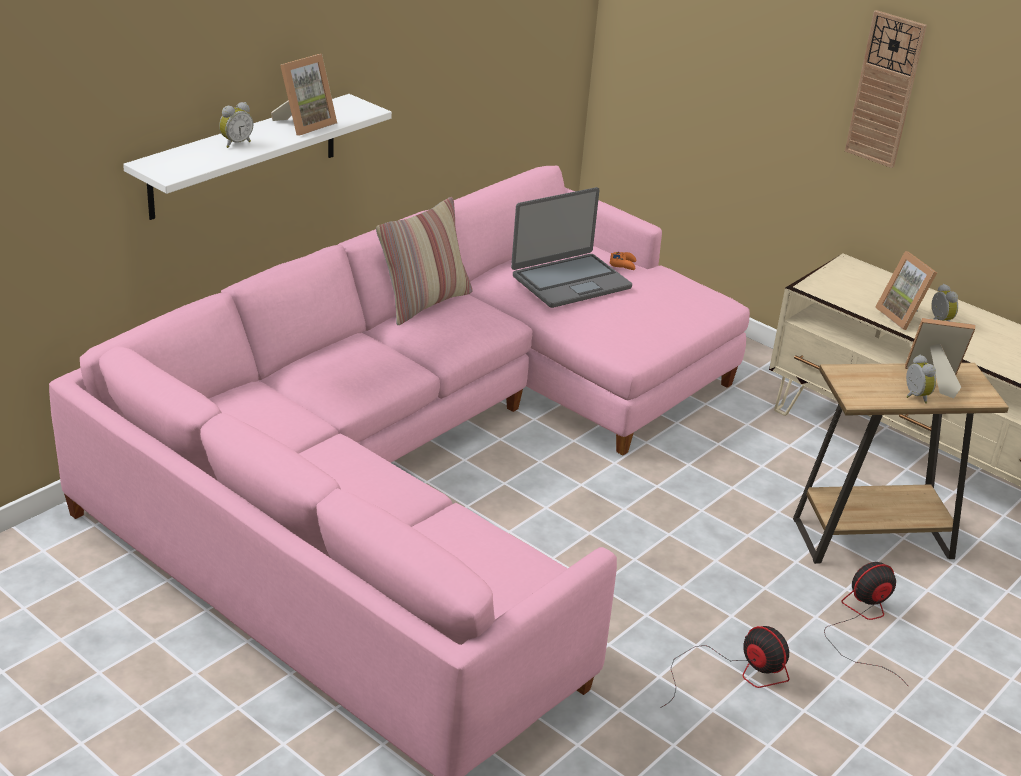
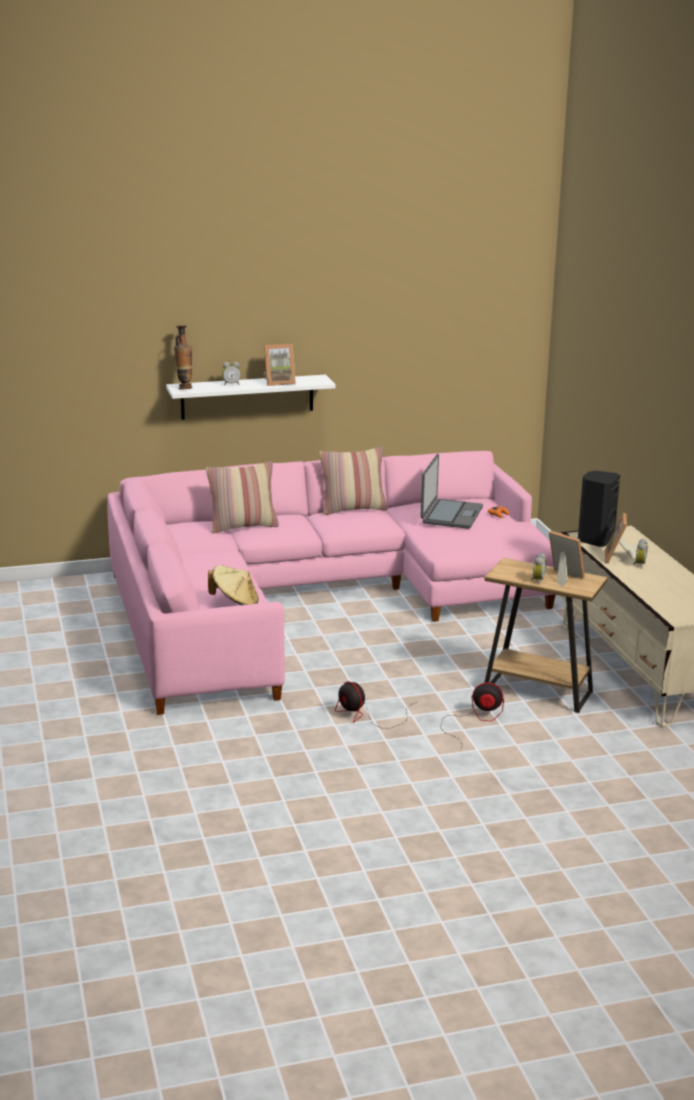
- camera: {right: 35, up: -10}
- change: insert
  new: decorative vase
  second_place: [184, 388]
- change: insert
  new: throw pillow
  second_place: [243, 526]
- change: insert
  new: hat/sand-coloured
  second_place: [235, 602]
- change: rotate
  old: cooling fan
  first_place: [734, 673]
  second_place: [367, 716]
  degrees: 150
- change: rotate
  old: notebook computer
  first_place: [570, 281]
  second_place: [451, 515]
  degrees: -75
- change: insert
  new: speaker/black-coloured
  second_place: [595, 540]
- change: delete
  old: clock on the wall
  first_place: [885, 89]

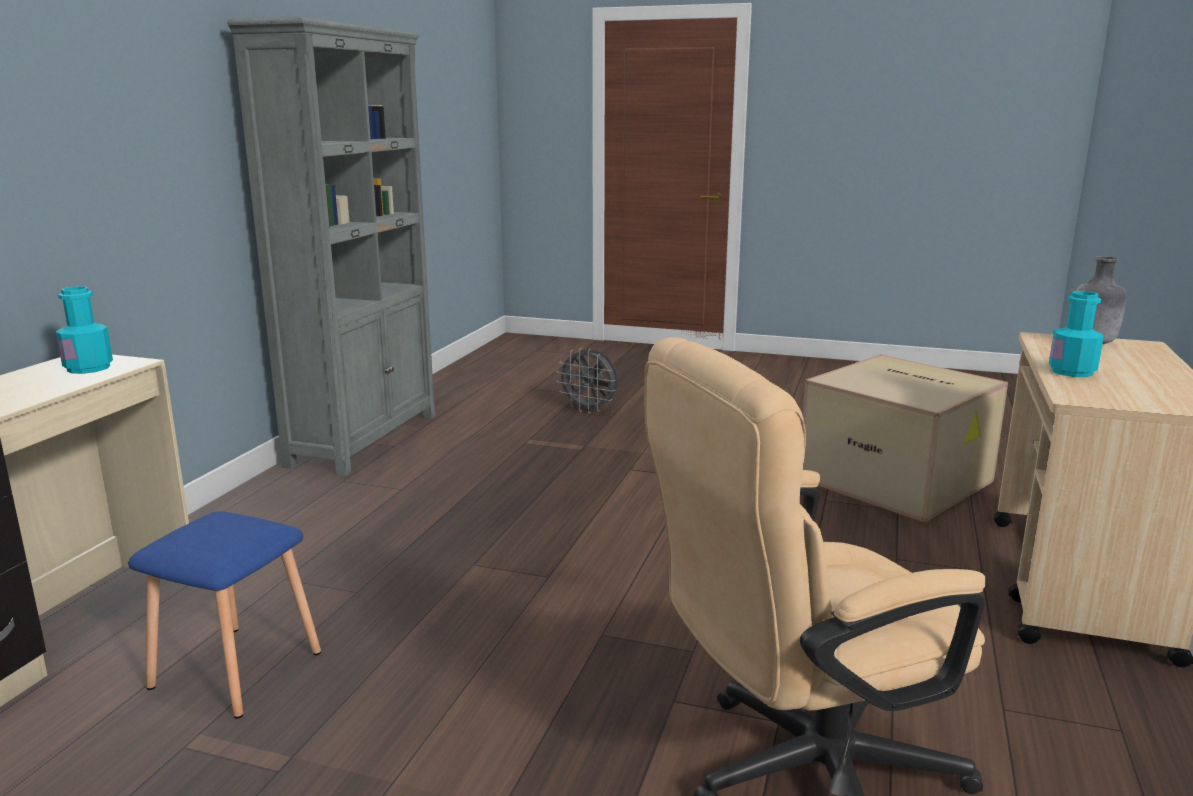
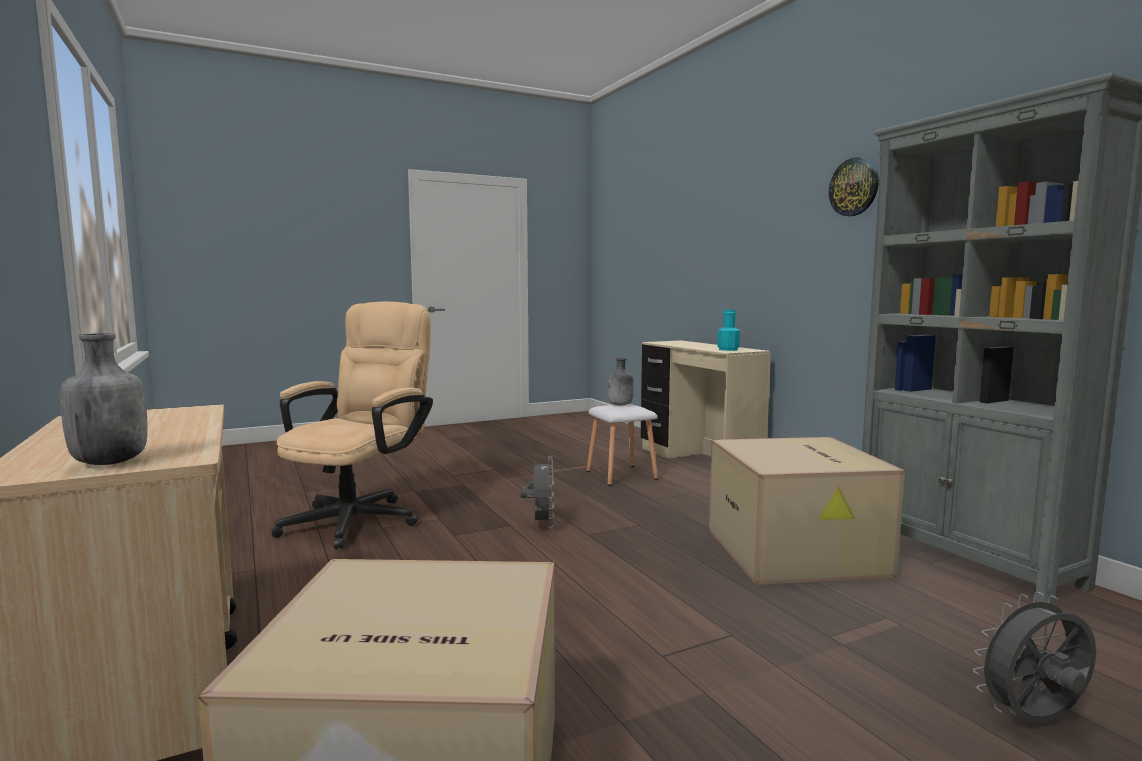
- camera: {right: 135, up: -10}
- change: insert
  new: cooling fan/grey
  second_place: [541, 525]
- change: recolor
  old: stool seat/blue-coloured
  new: stool seat/white-coloured
  first_place: [235, 671]
  second_place: [620, 475]
- change: insert
  new: bottle/grey
  second_place: [620, 405]
- change: insert
  new: cardboard box
  second_place: [797, 552]
- change: insert
  new: clock on the wall
  second_place: [854, 187]
- change: delete
  old: bottle/turquoise
  first_place: [1072, 372]

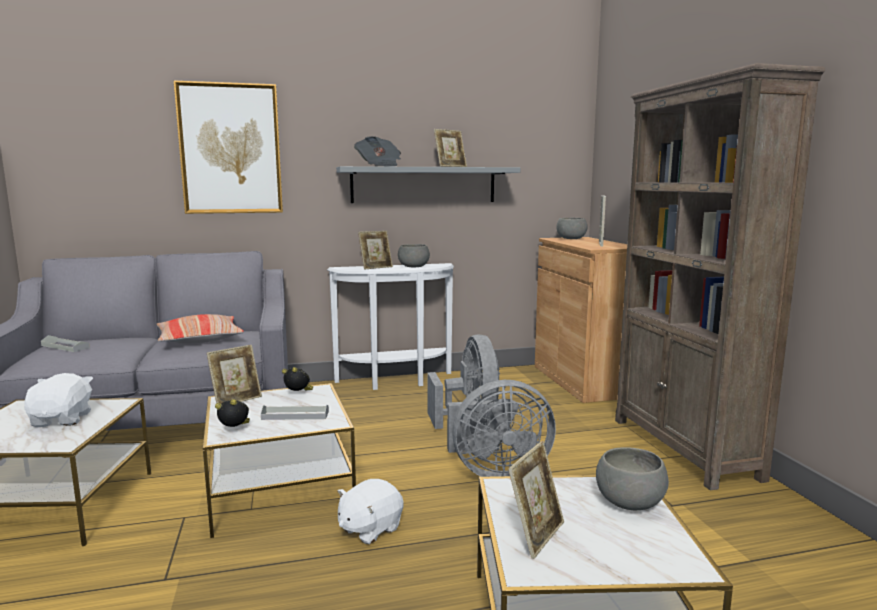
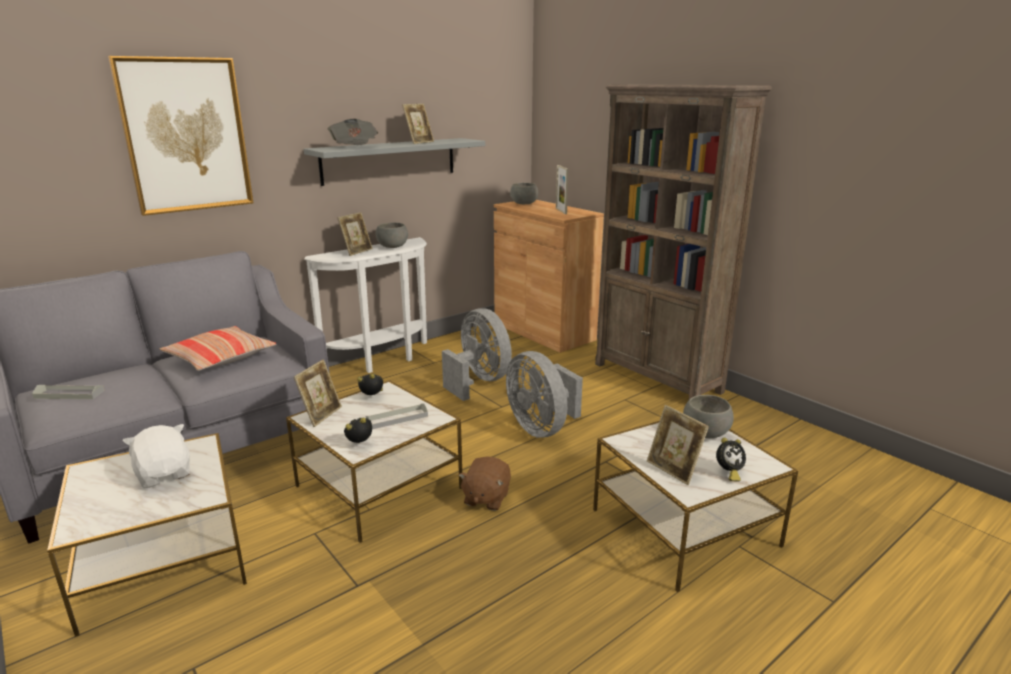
- camera: {right: -25, up: 10}
- change: recolor
  old: plush toy/white-coloured
  new: plush toy/brown-coloured
  first_place: [369, 529]
  second_place: [486, 498]
- change: rotate
  old: cooling fan/grey
  first_place: [496, 472]
  second_place: [541, 428]
  degrees: 90
- change: rotate
  old: picture frame
  first_place: [536, 535]
  second_place: [673, 470]
  degrees: 135
- change: insert
  new: alarm clock
  second_place: [728, 473]

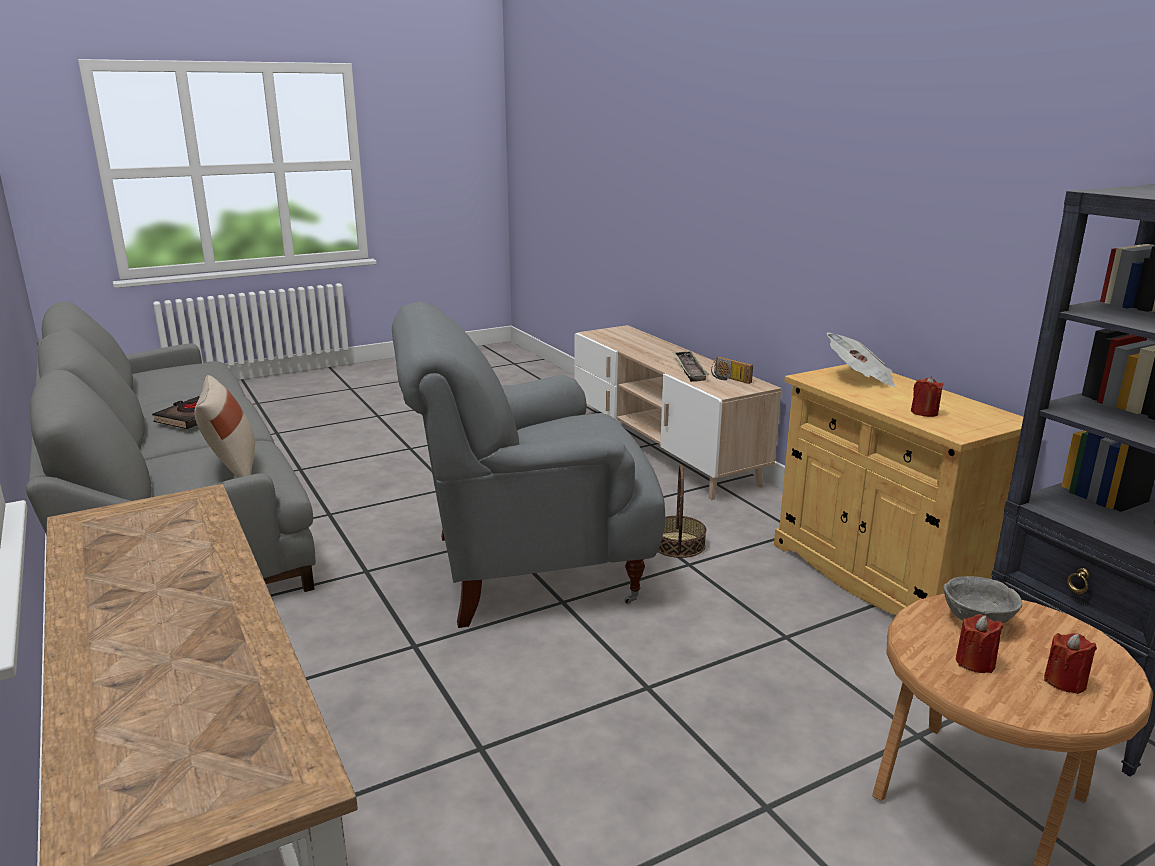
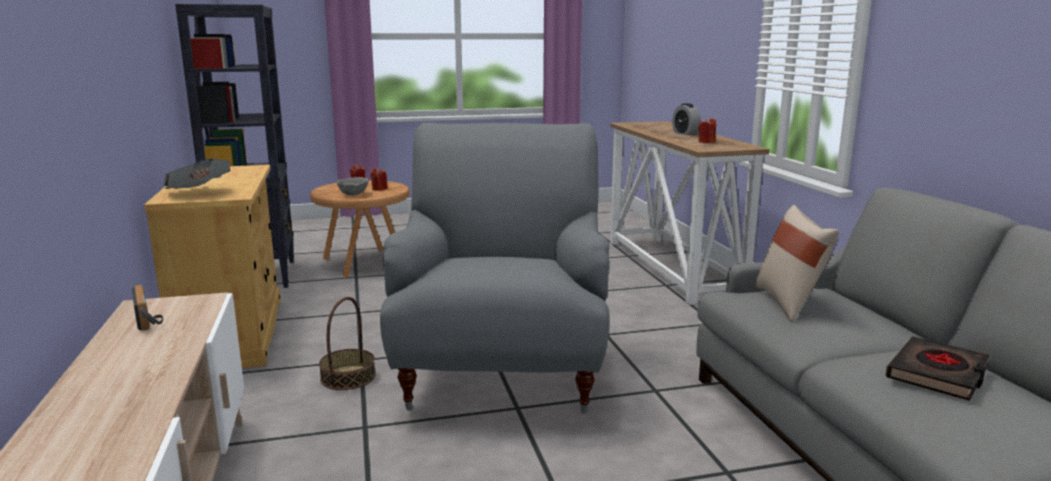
- camera: {right: -165, up: -5}
- change: rotate
  old: lounge chair/grey
  first_place: [528, 568]
  second_place: [502, 373]
  degrees: -90
- change: insert
  new: alarm clock
  second_place: [685, 133]
- change: move
  old: wax candle/red
  first_place: [924, 412]
  second_place: [706, 142]
- change: delete
  old: serving tray
  first_place: [689, 370]

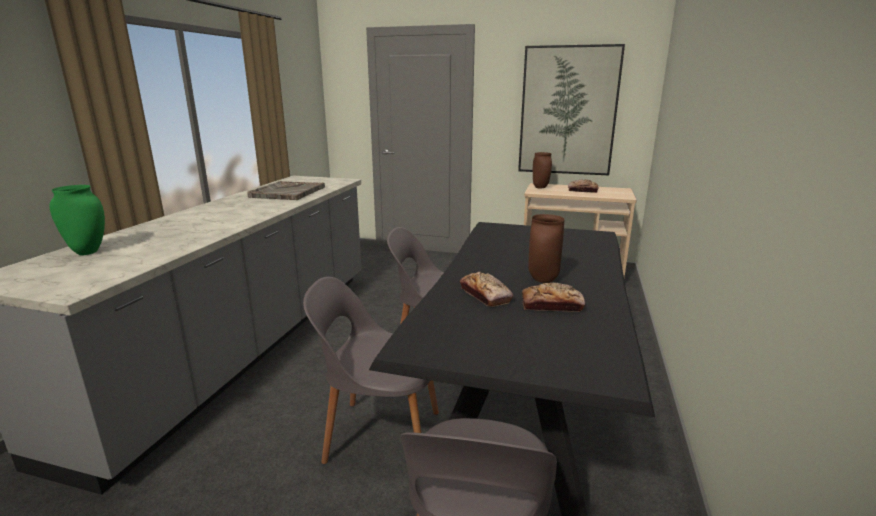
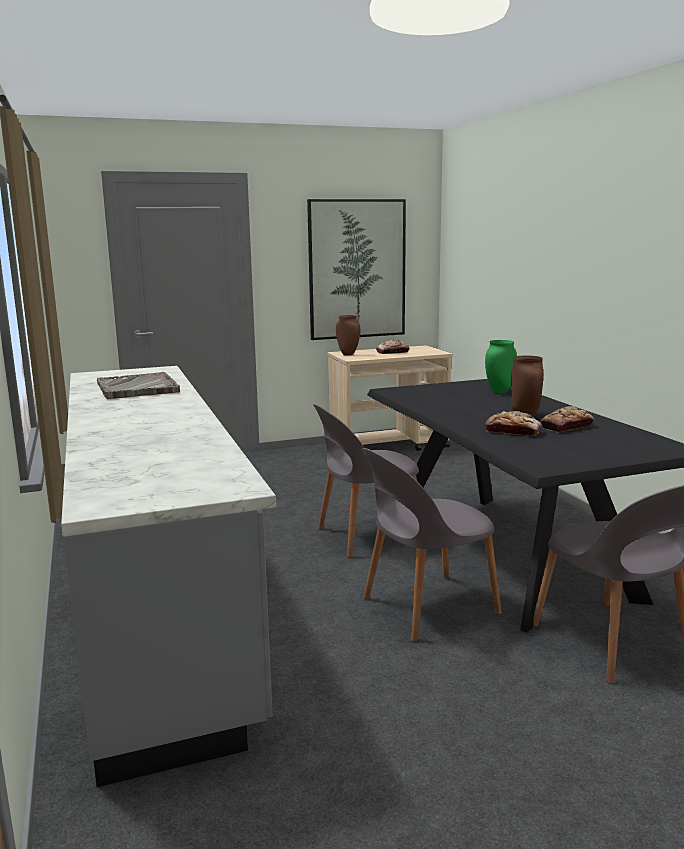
- camera: {right: -35, up: -5}
- change: move
  old: decorative vase/green
  first_place: [87, 252]
  second_place: [500, 392]

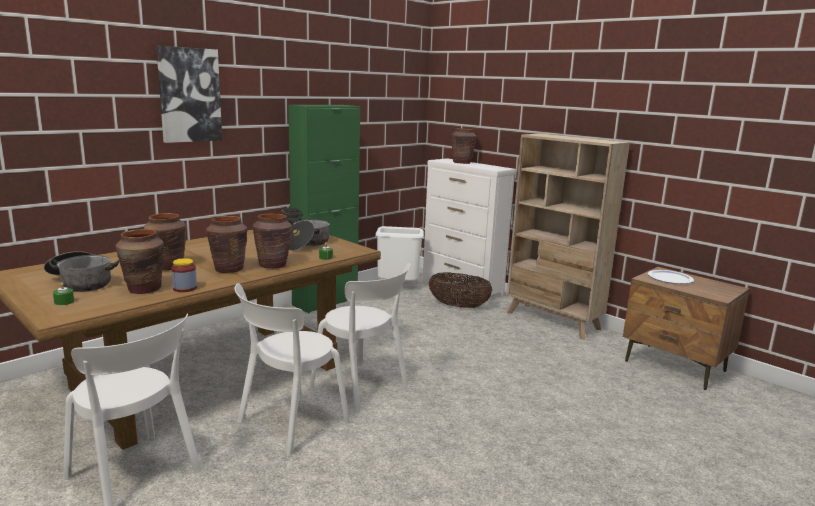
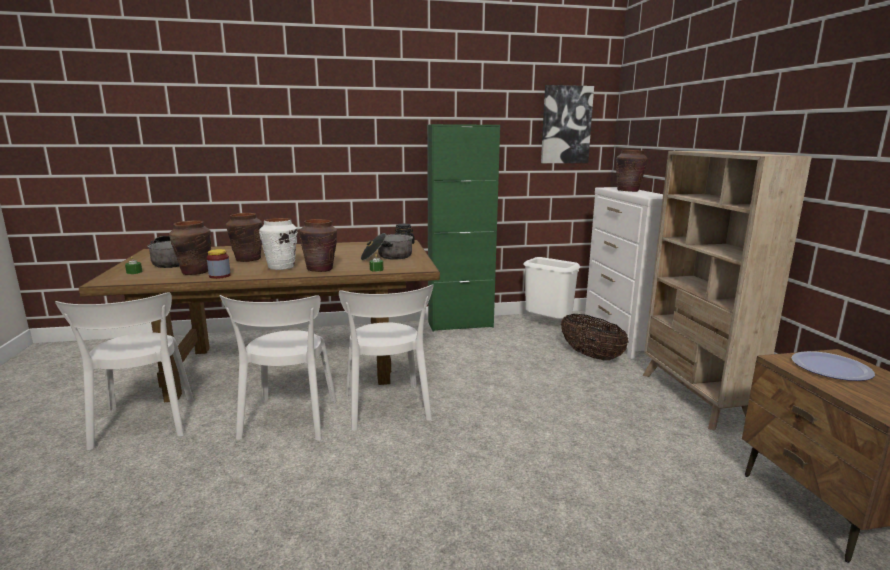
- camera: {right: 35, up: 0}
- change: rotate
  old: chair/white-coloured
  first_place: [289, 424]
  second_place: [288, 421]
  degrees: -75
- change: recolor
  old: decorative vase/brown-coloured
  new: decorative vase/white-coloured
  first_place: [229, 269]
  second_place: [281, 267]
- change: move
  old: picture
  first_place: [189, 95]
  second_place: [566, 125]

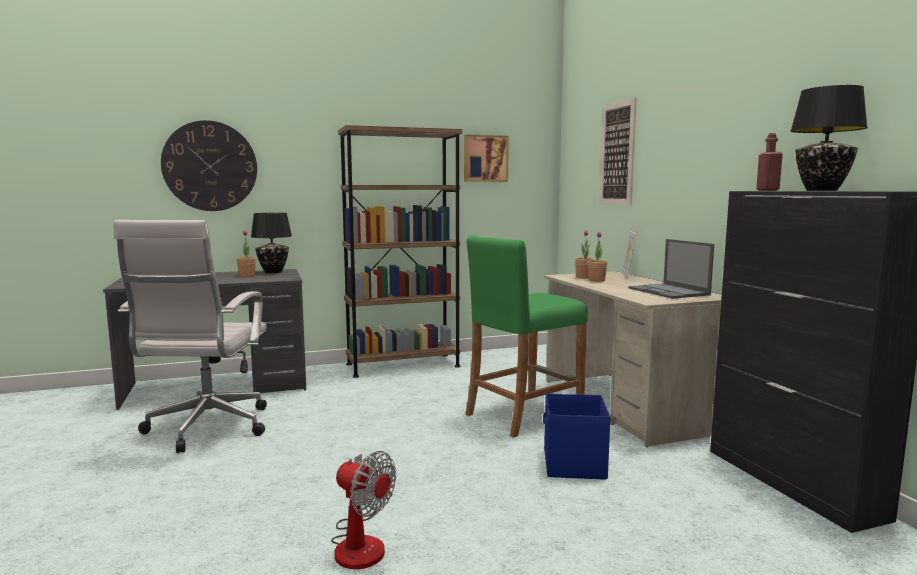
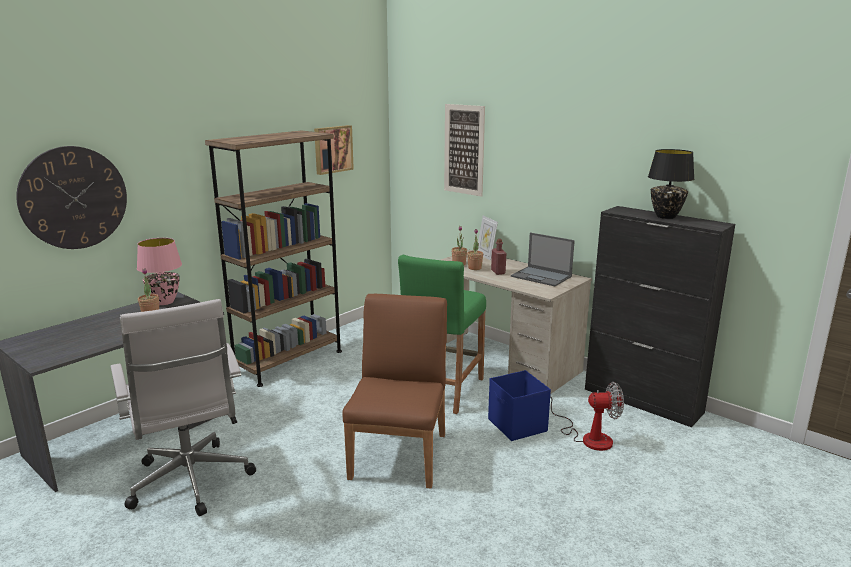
- camera: {right: -30, up: 10}
- change: recolor
  old: tabletop lamp/black-coloured
  new: tabletop lamp/pinkish
  first_place: [273, 272]
  second_place: [164, 302]
- change: insert
  new: chair/brown-coloured
  second_place: [399, 455]
- change: move
  old: bottle/red
  first_place: [767, 190]
  second_place: [498, 272]
- change: move
  old: cooling fan
  first_place: [360, 542]
  second_place: [588, 437]

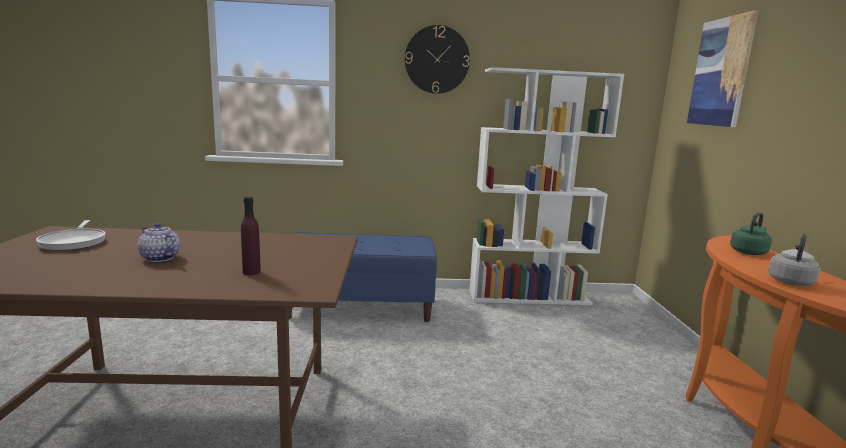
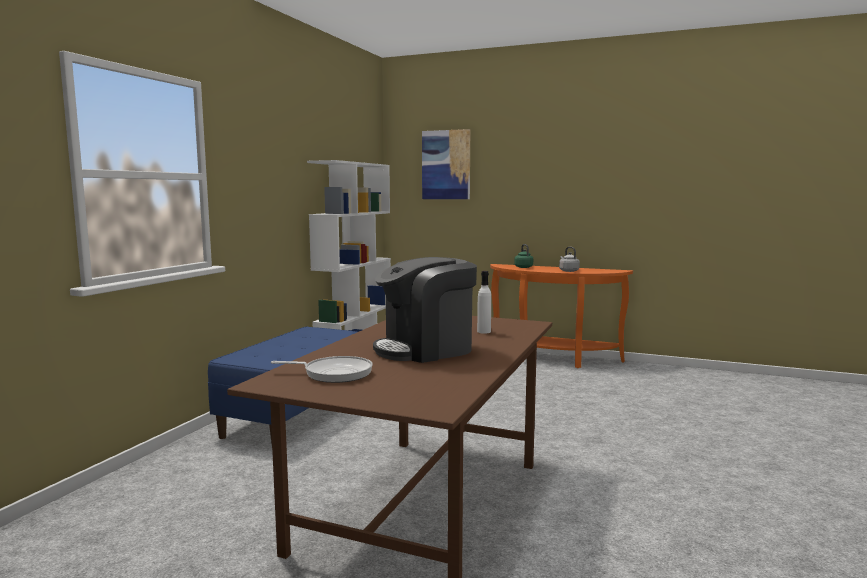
- camera: {right: -65, up: -5}
- change: replace
  old: tea pot
  new: coffee brewer
  first_place: [159, 258]
  second_place: [426, 349]
- change: recolor
  old: bottle/purplish
  new: bottle/white-coloured
  first_place: [251, 272]
  second_place: [484, 331]
- change: delete
  old: clock on the wall
  first_place: [437, 60]

